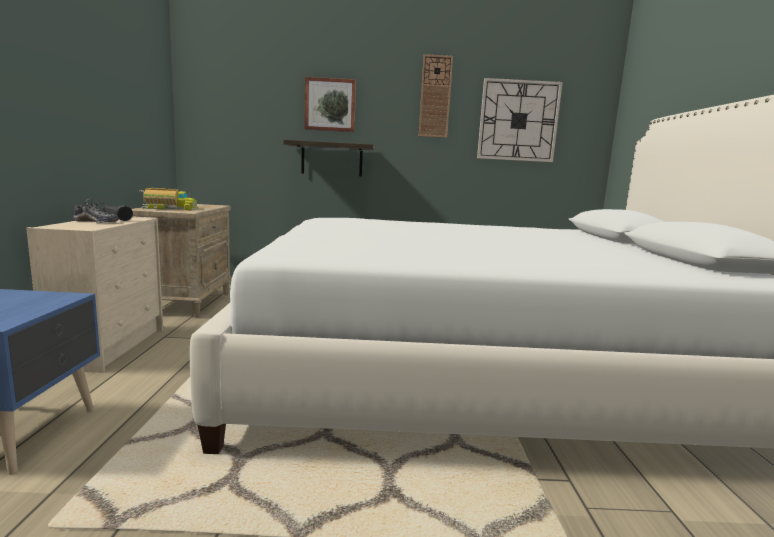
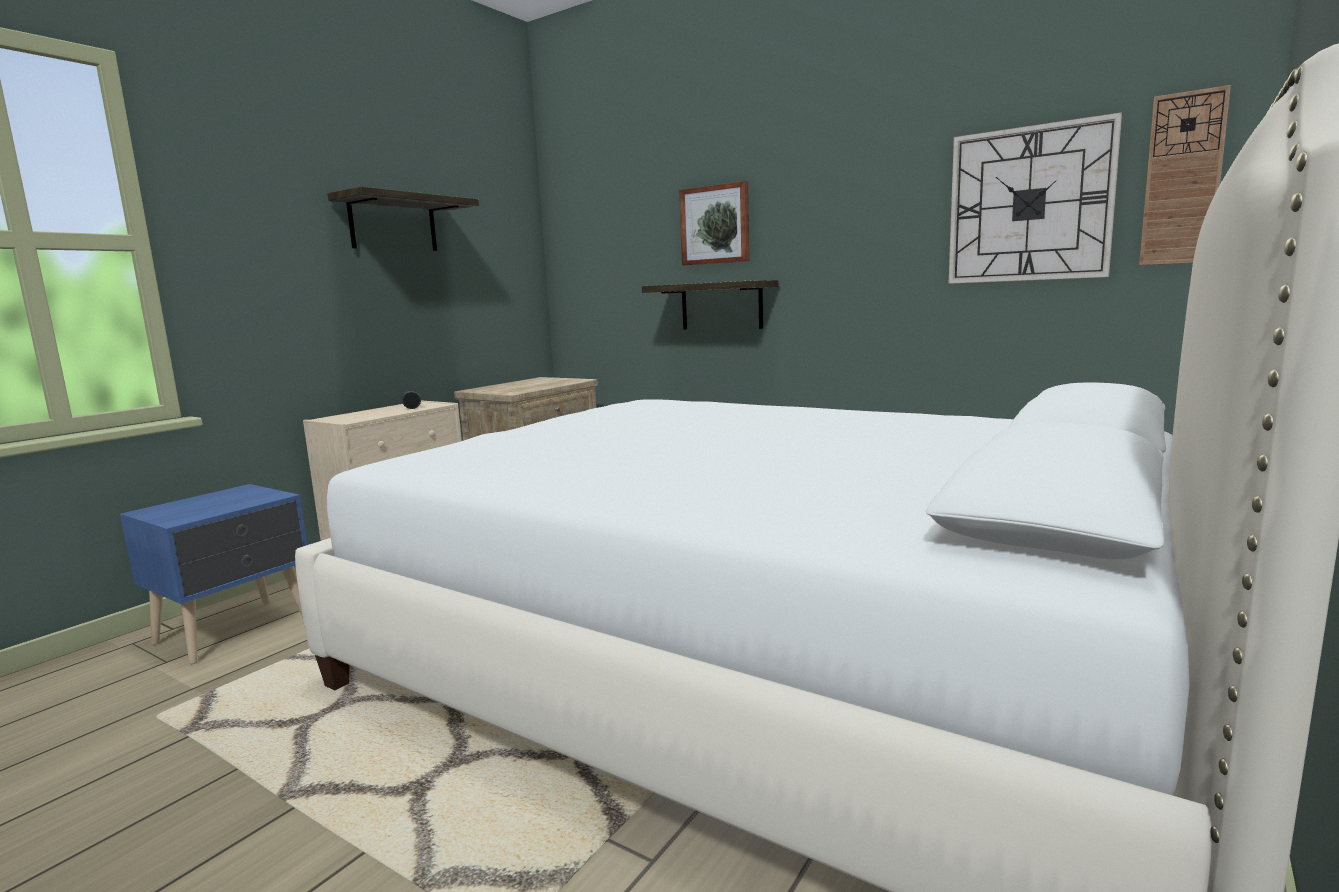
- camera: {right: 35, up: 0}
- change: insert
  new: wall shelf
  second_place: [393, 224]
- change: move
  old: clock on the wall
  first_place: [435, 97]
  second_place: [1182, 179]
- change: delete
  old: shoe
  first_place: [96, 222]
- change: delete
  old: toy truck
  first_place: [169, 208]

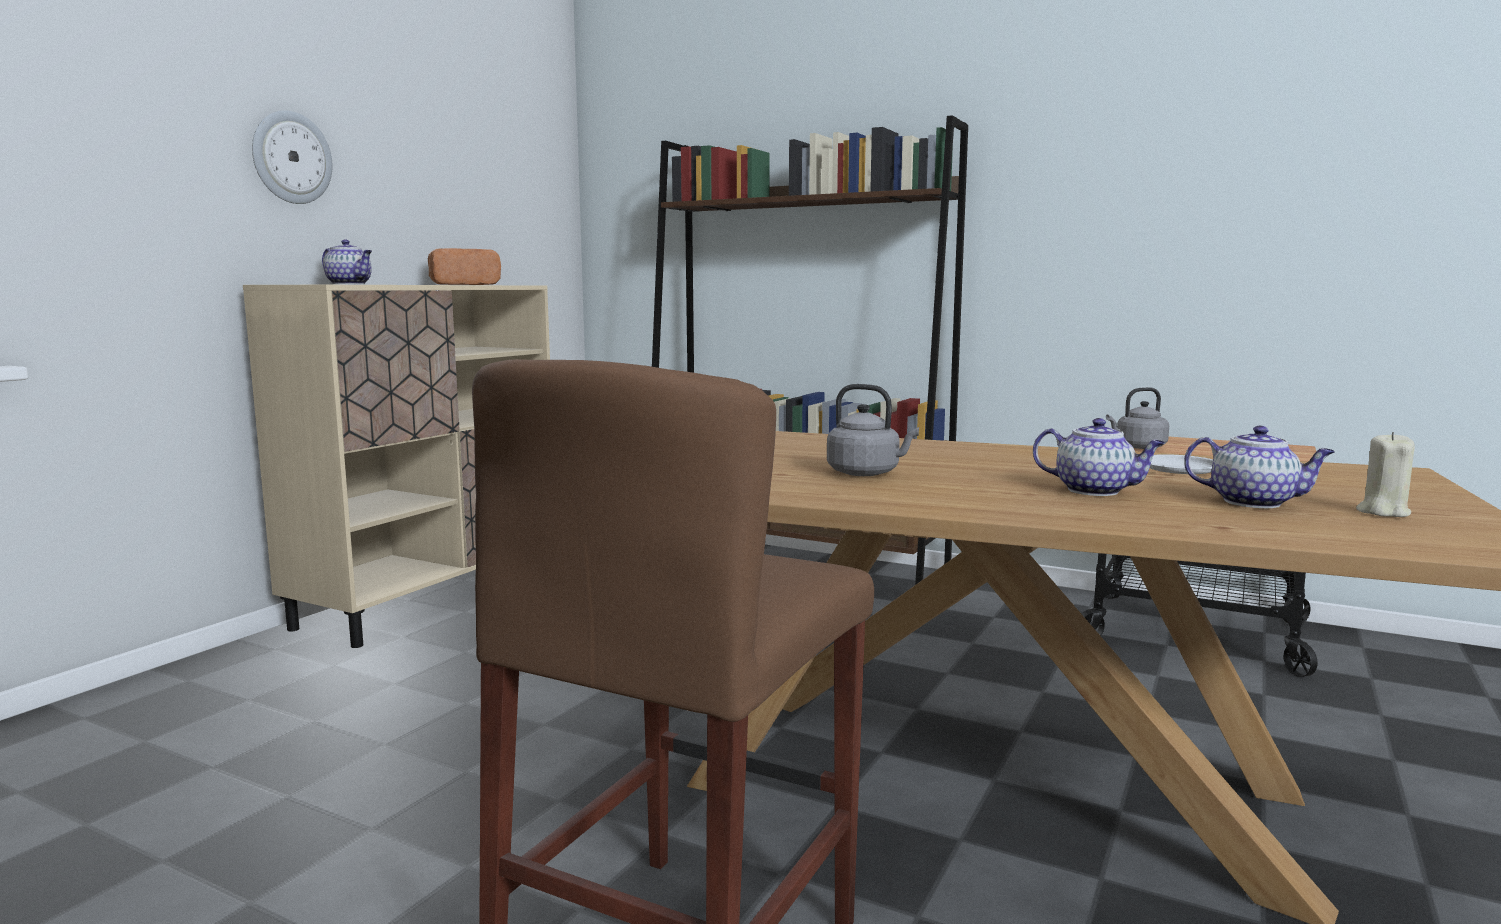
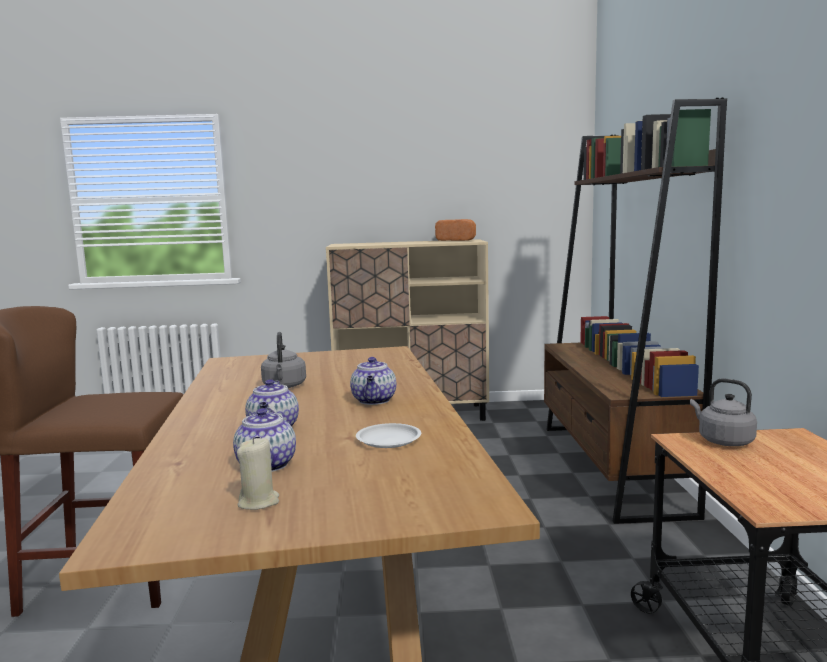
- camera: {right: 60, up: 0}
- change: move
  old: tea pot
  first_place: [350, 284]
  second_place: [374, 401]
- change: delete
  old: clock on the wall
  first_place: [291, 158]

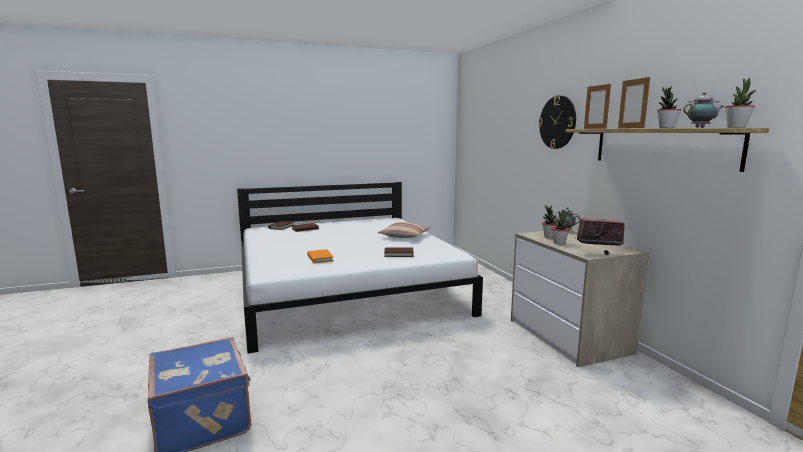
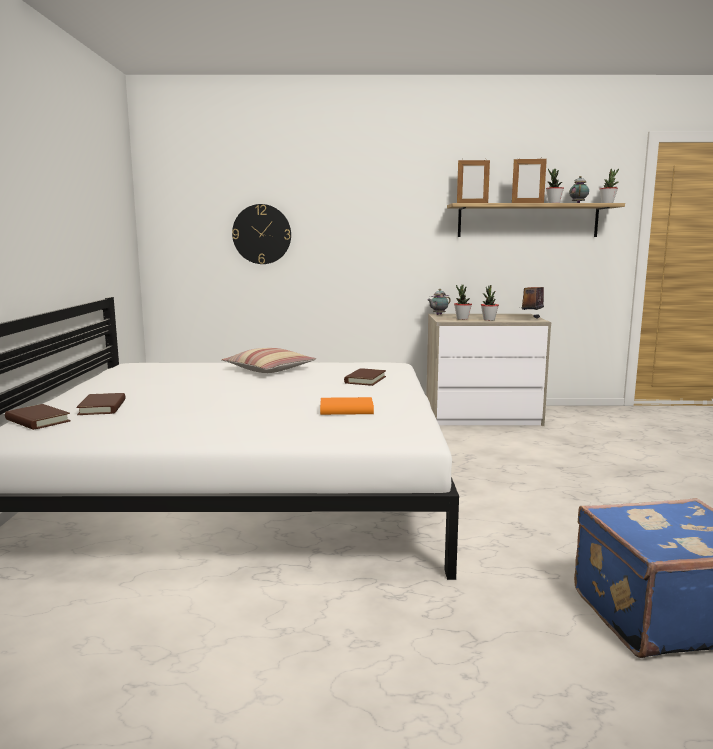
- camera: {right: -70, up: 0}
- change: move
  old: clock on the wall
  first_place: [557, 122]
  second_place: [262, 234]

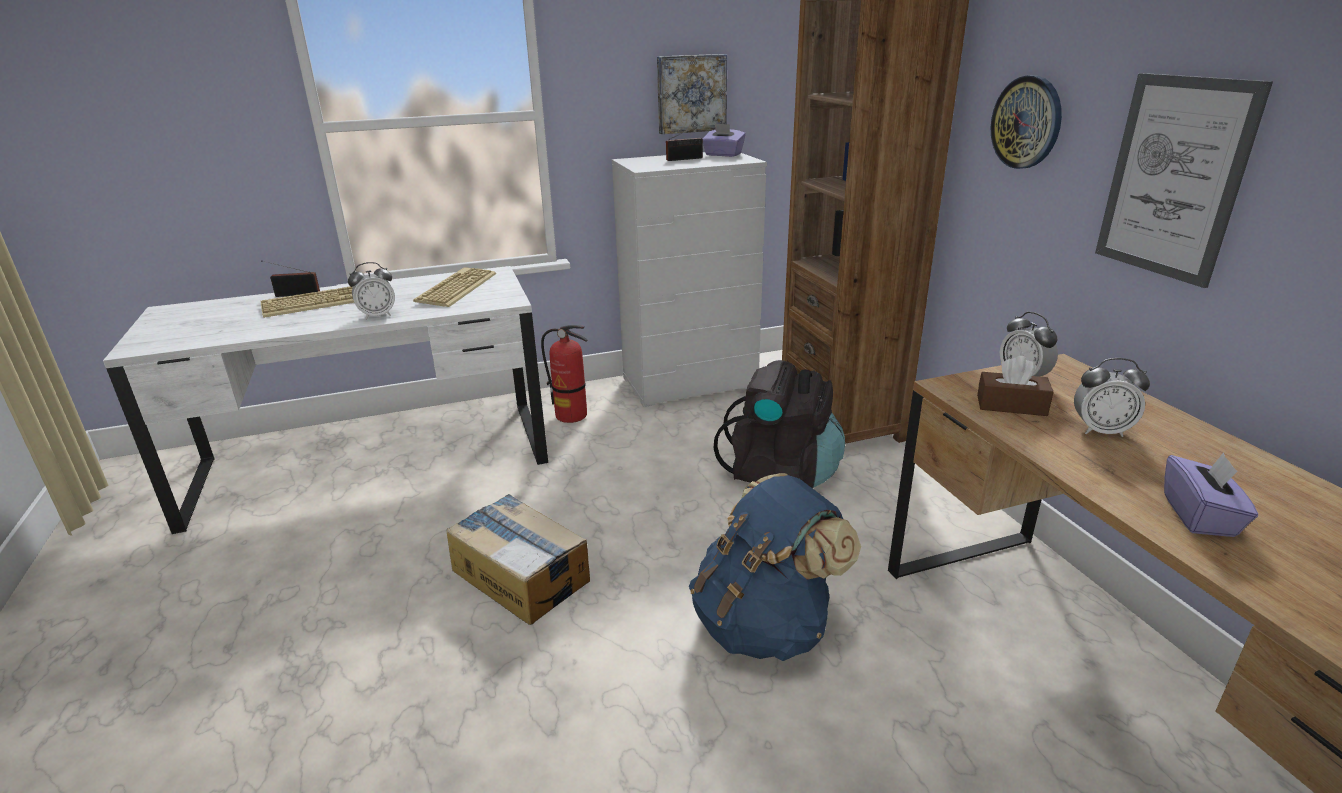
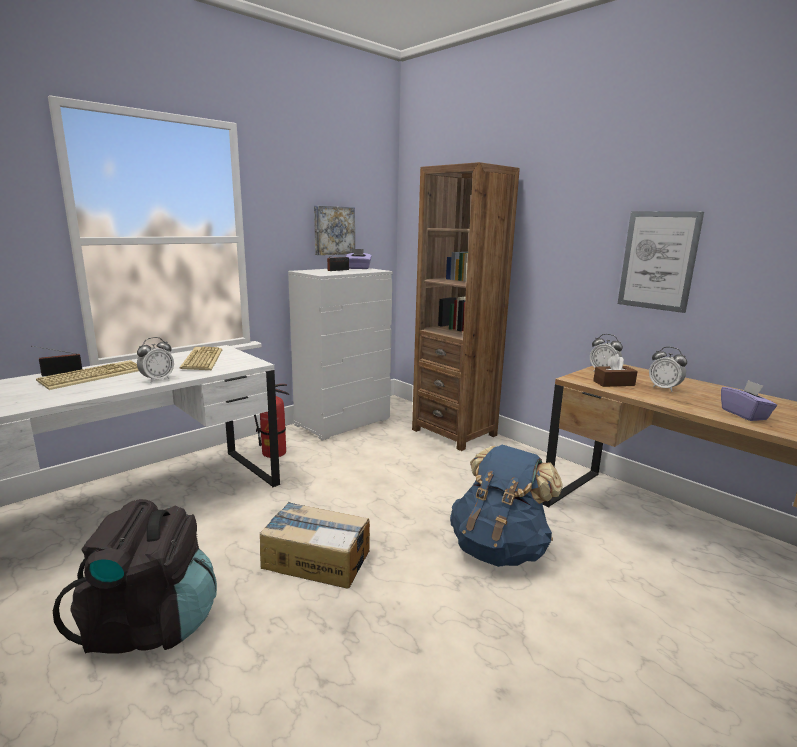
- camera: {right: -25, up: -10}
- change: move
  old: backpack/black-coloured
  first_place: [781, 472]
  second_place: [150, 625]
- change: rotate
  old: alarm clock
  first_place: [1100, 431]
  second_place: [664, 388]
  degrees: 60
- change: delete
  old: clock on the wall
  first_place: [1026, 122]

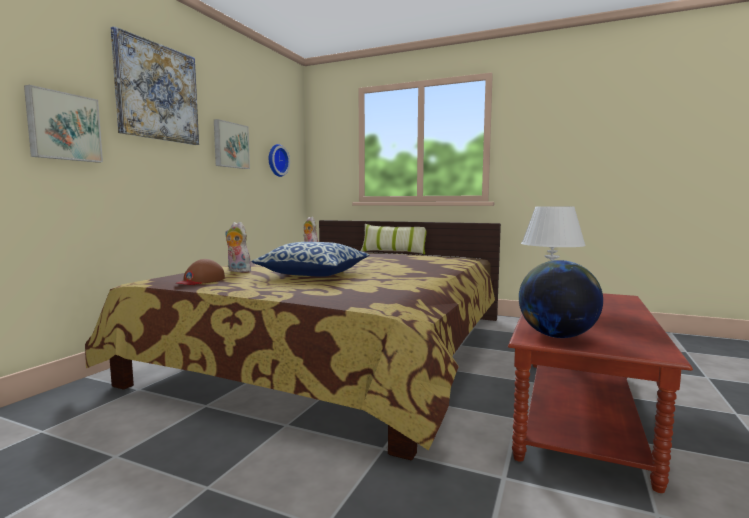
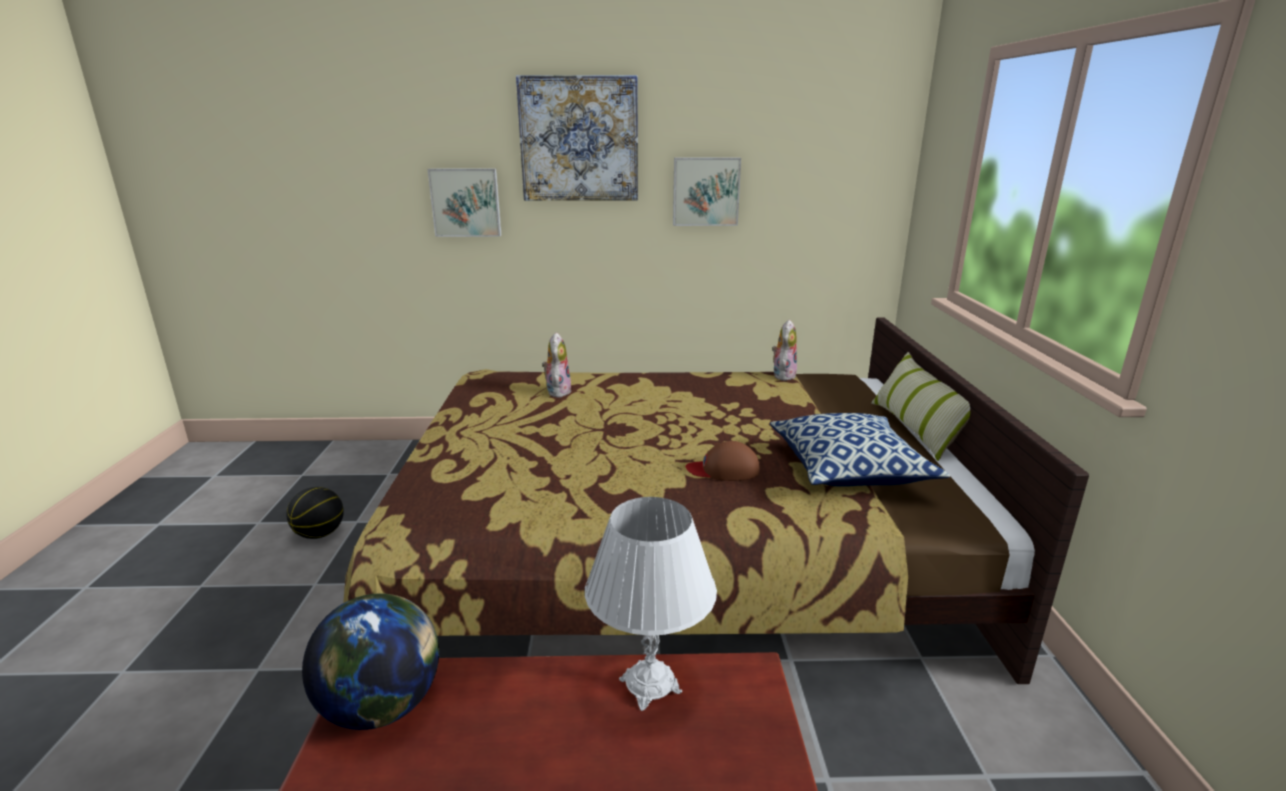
- camera: {right: 65, up: 15}
- change: insert
  new: basketball ball
  second_place: [319, 534]
- change: move
  old: peaked cap/brown-coloured
  first_place: [201, 281]
  second_place: [724, 469]
- change: move
  old: throw pillow
  first_place: [314, 274]
  second_place: [849, 469]
- change: delete
  old: clock on the wall
  first_place: [276, 160]

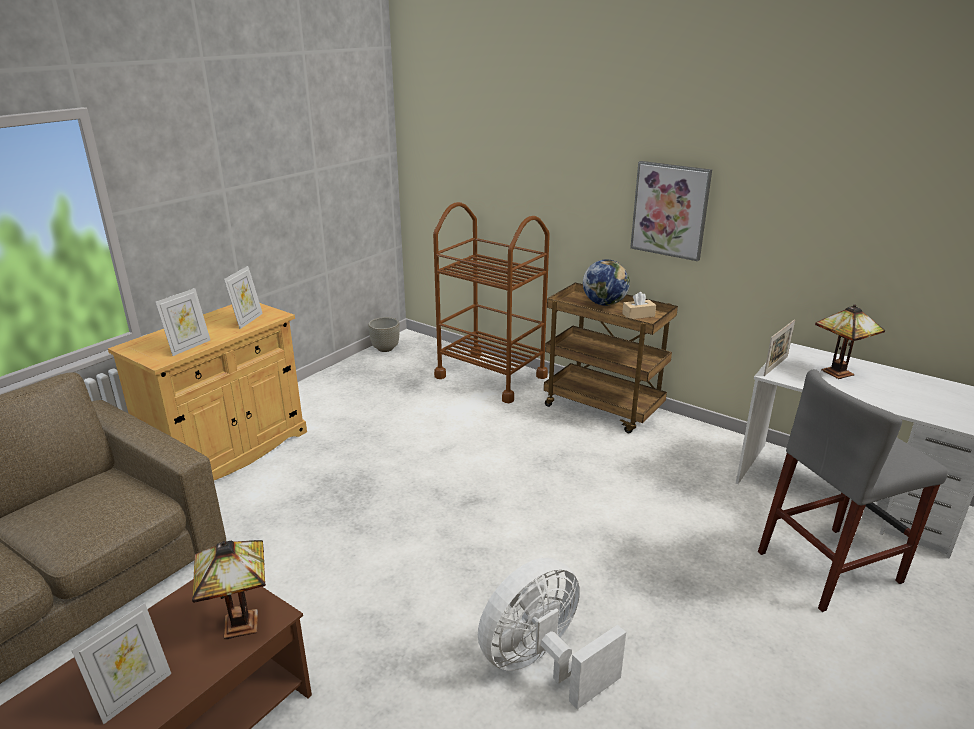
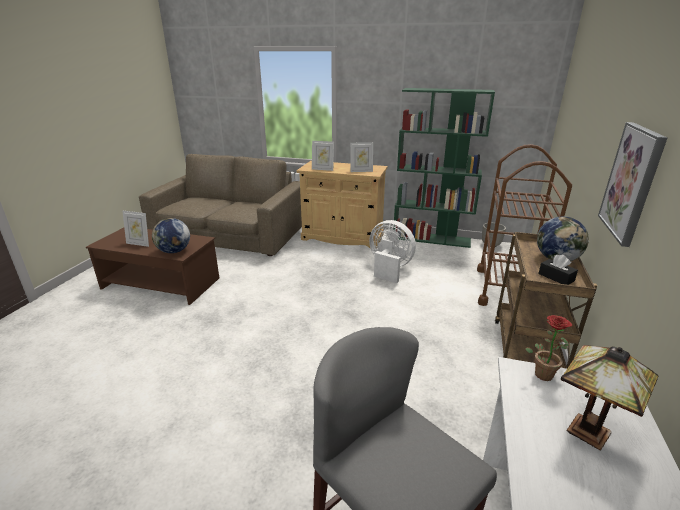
- camera: {right: 70, up: 0}
- change: replace
  old: tabletop lamp
  new: globe
  first_place: [243, 626]
  second_place: [174, 251]
- change: move
  old: cooling fan/white-coloured
  first_place: [542, 664]
  second_place: [389, 268]
- change: insert
  new: bookshelf/green
  second_place: [432, 239]
- change: replace
  old: picture frame
  new: potted plant
  first_place: [775, 366]
  second_place: [543, 372]
- change: recolor
  old: box of tissues/sand-coloured
  new: box of tissues/black-coloured
  first_place: [638, 315]
  second_place: [556, 277]

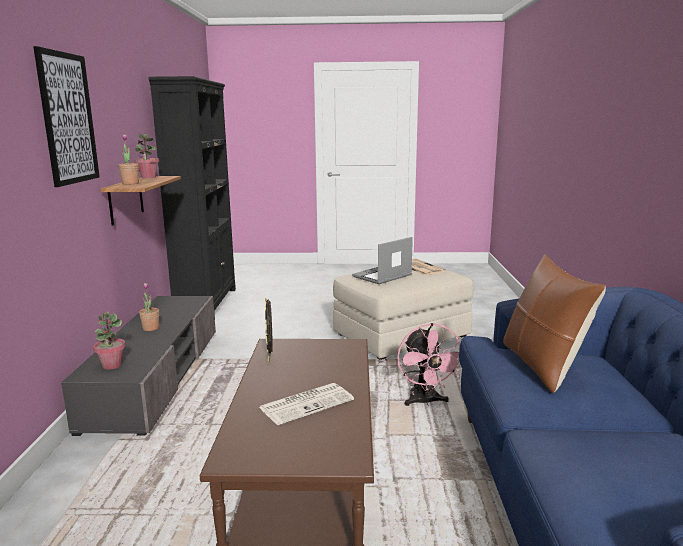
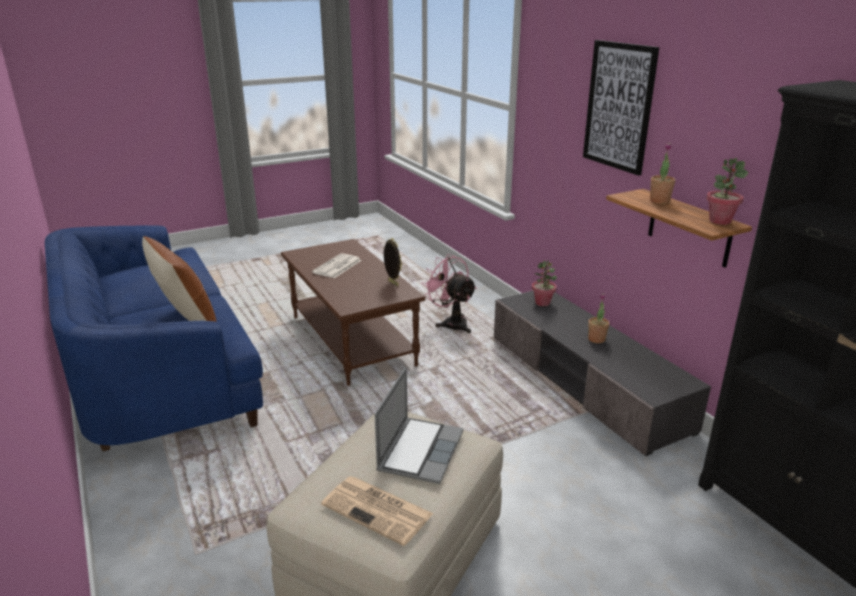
- camera: {right: 150, up: 10}
- change: move
  old: cooling fan/pinkish
  first_place: [425, 402]
  second_place: [451, 323]

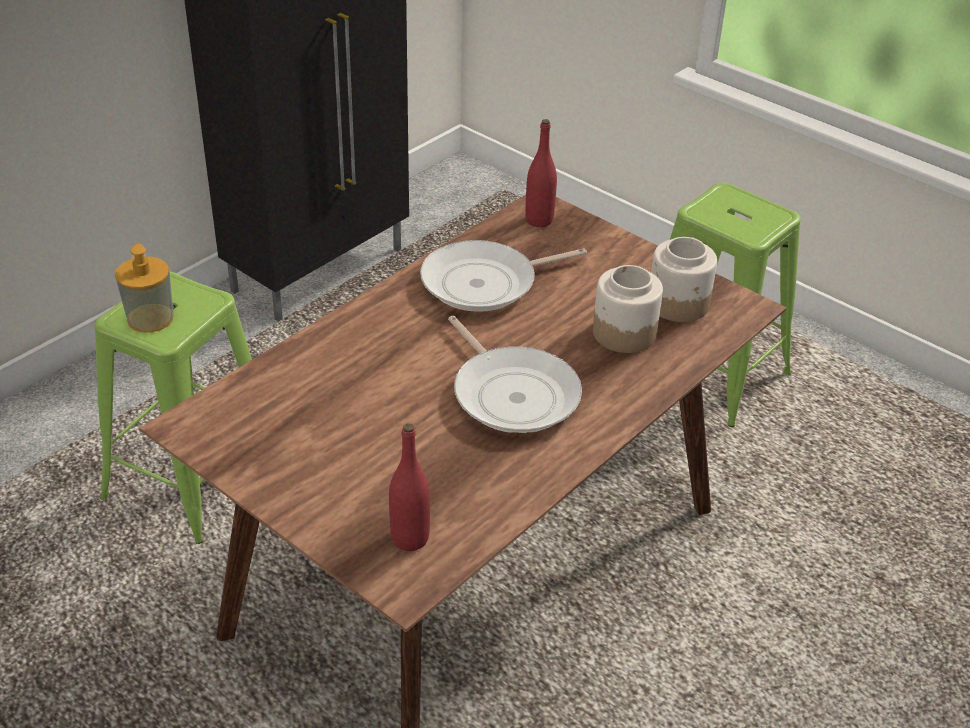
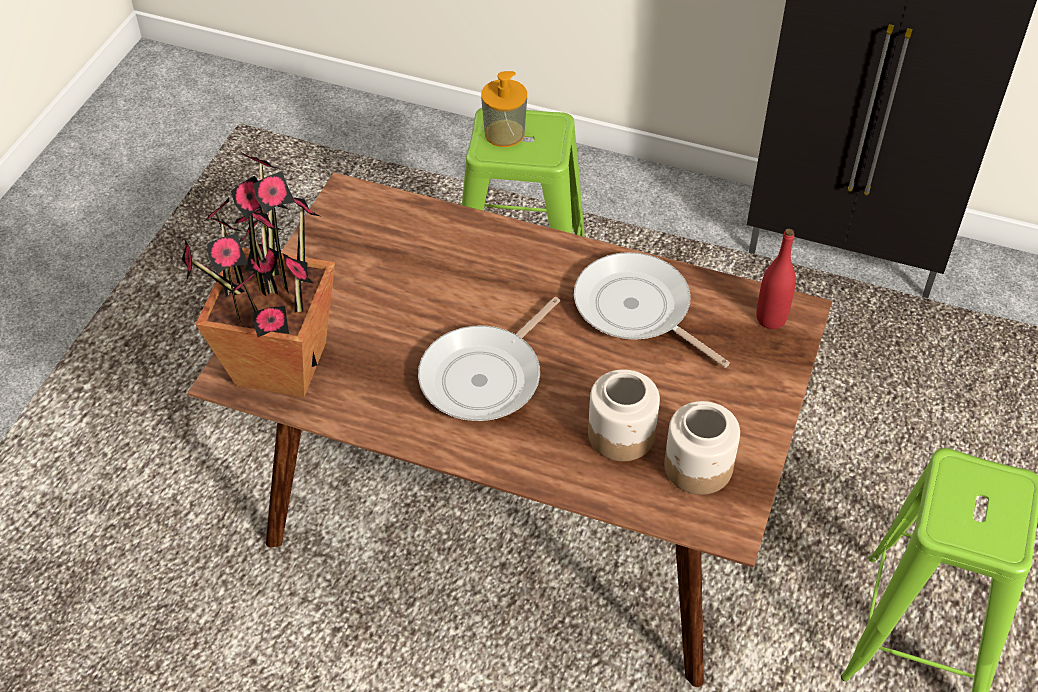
- camera: {right: 70, up: 10}
- change: replace
  old: bottle/red
  new: potted plant
  first_place: [410, 538]
  second_place: [279, 364]

